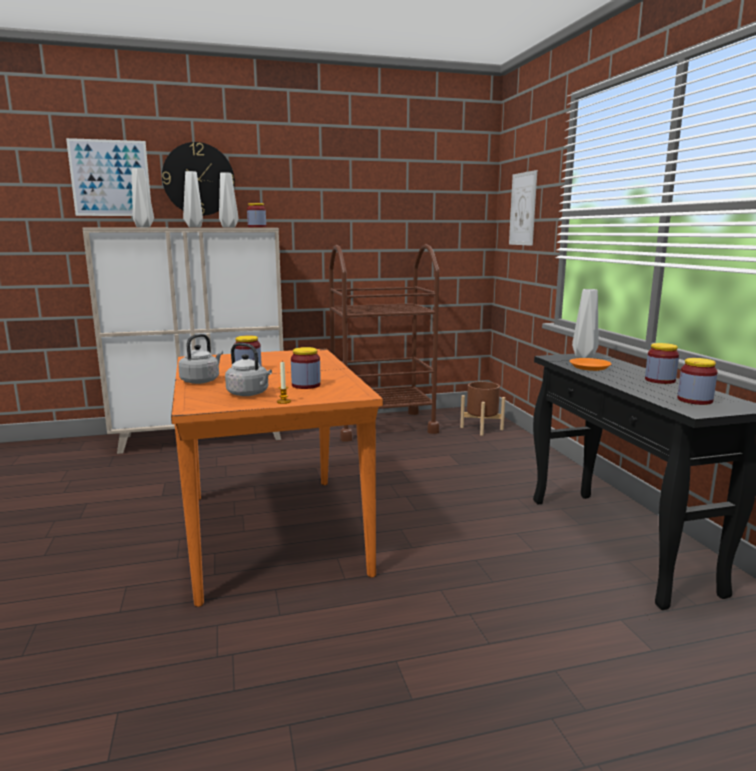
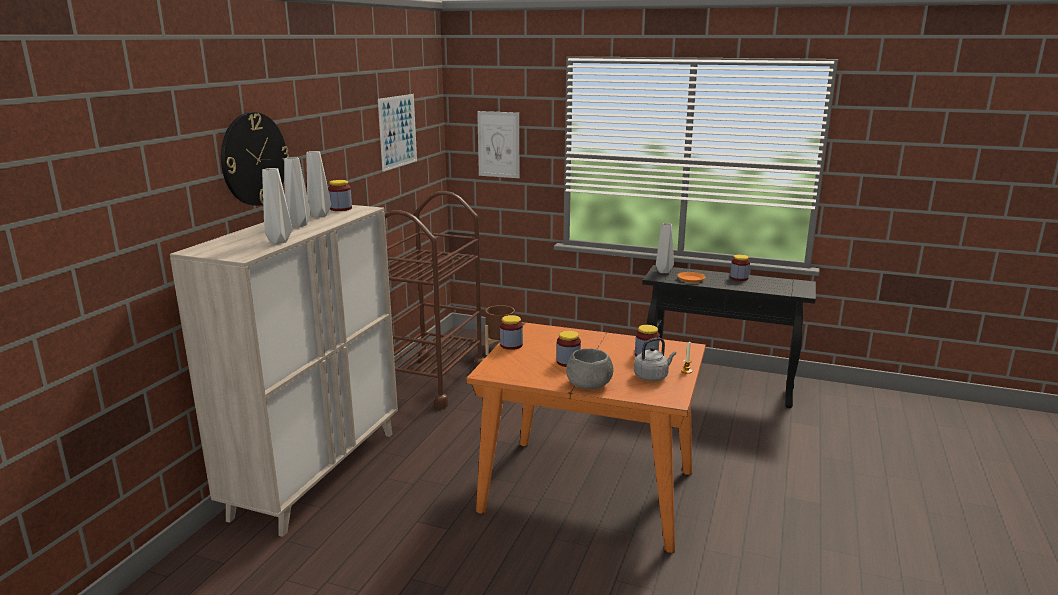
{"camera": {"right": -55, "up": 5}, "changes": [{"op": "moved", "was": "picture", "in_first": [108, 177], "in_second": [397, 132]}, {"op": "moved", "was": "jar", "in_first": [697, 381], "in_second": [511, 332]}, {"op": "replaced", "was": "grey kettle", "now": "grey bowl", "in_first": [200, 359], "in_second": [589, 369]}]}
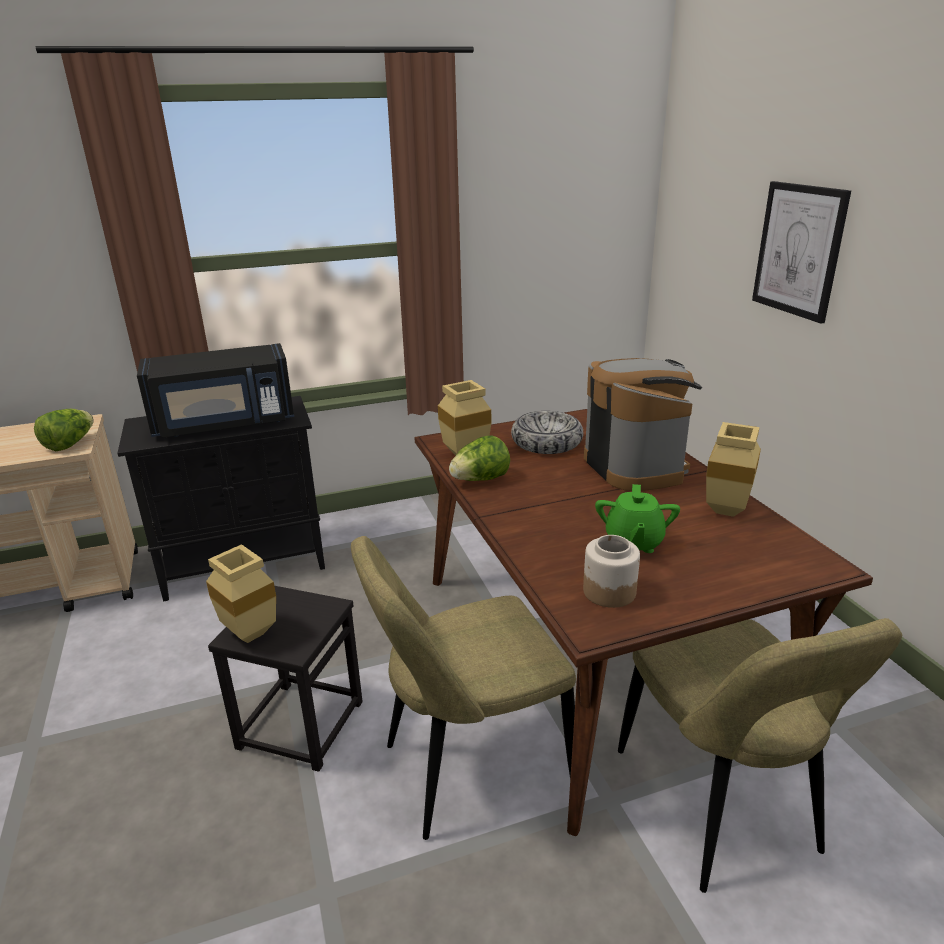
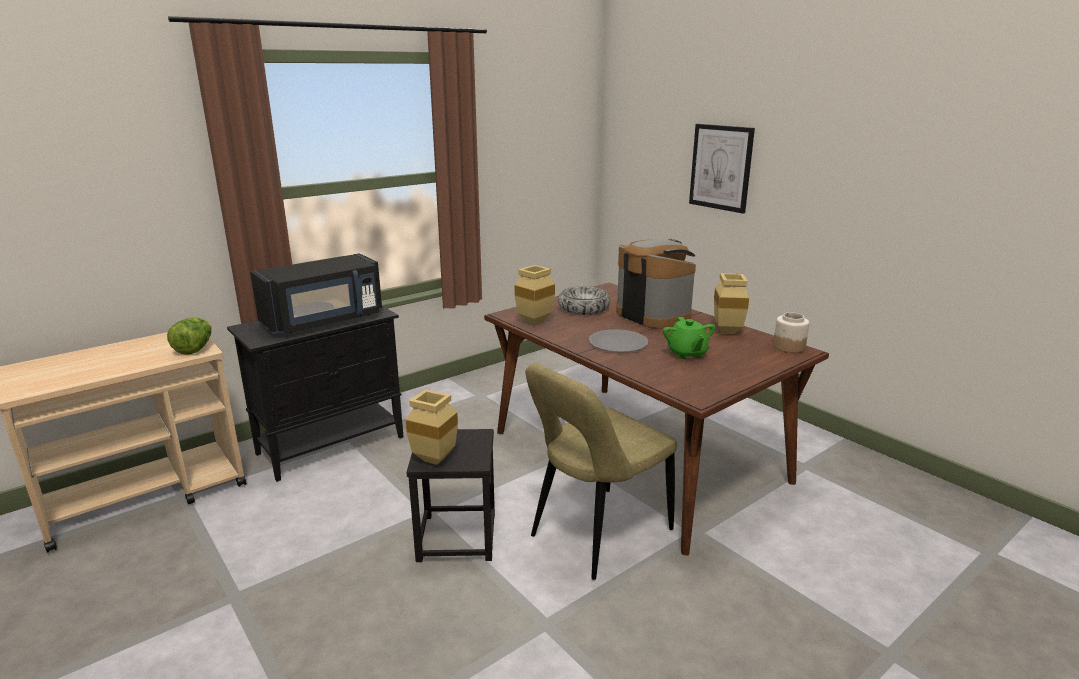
{"camera": {"right": -20, "up": -5}, "changes": [{"op": "removed", "was": "lettuce", "in_first": [479, 458]}, {"op": "removed", "was": "beige chair", "in_first": [760, 755]}, {"op": "added", "now": "grey plate", "in_second": [618, 340]}, {"op": "moved", "was": "jar", "in_first": [611, 571], "in_second": [791, 332]}]}
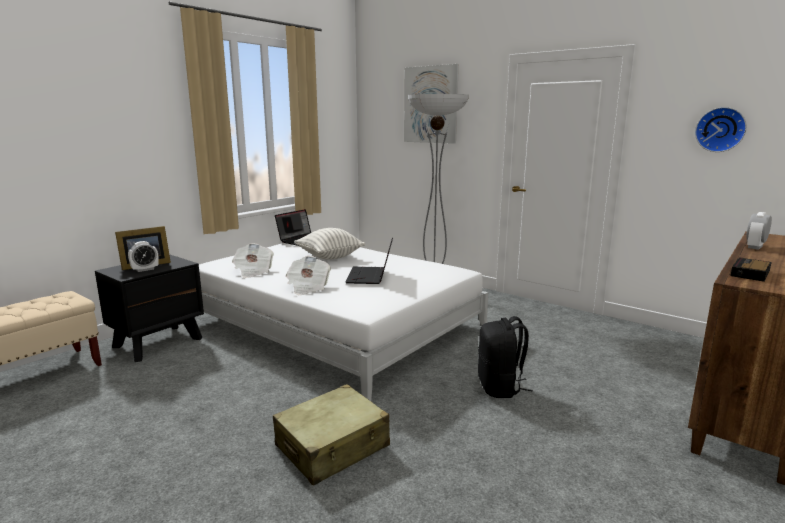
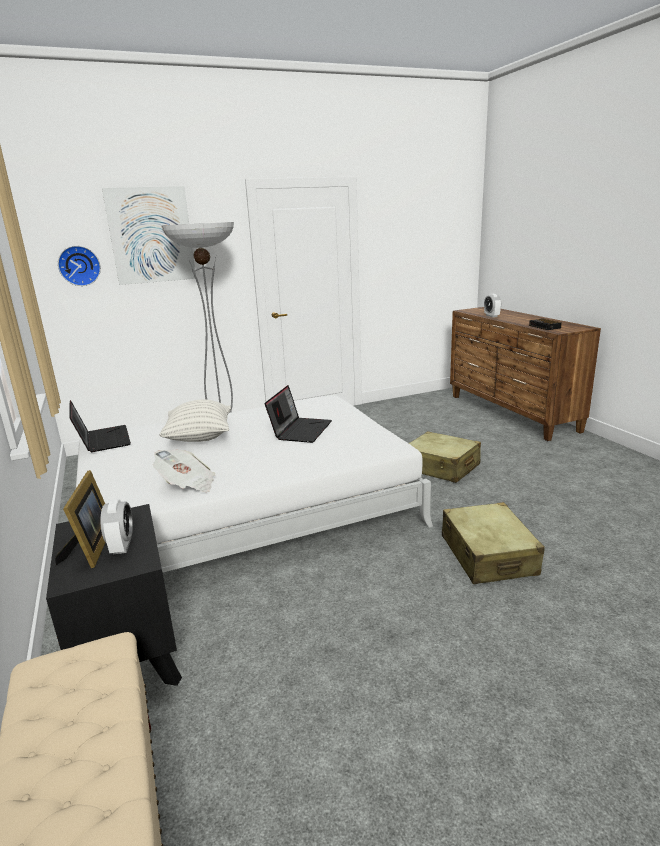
{"camera": {"right": -60, "up": 5}, "changes": [{"op": "removed", "was": "newspaper", "in_first": [308, 275]}, {"op": "moved", "was": "wall clock", "in_first": [721, 129], "in_second": [79, 266]}, {"op": "replaced", "was": "black backpack", "now": "beige suitcase", "in_first": [505, 357], "in_second": [445, 457]}, {"op": "turned", "was": "laptop", "in_first": [369, 261], "in_second": [298, 414], "clockwise": -105}]}
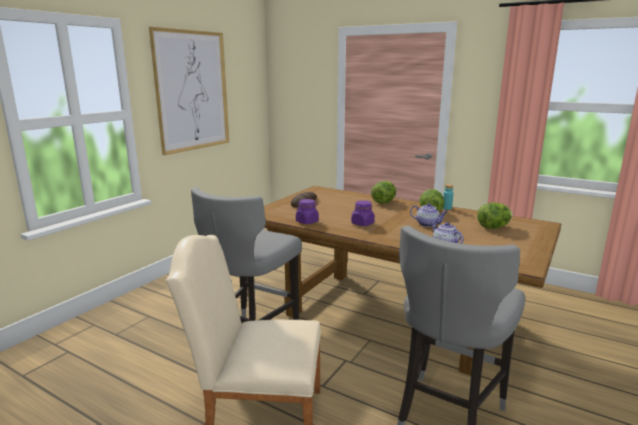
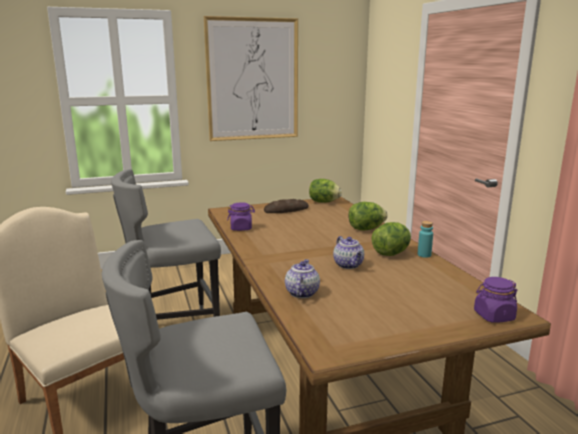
{"camera": {"right": 40, "up": 0}, "changes": [{"op": "moved", "was": "purple jar", "in_first": [363, 213], "in_second": [495, 300]}, {"op": "moved", "was": "lettuce", "in_first": [495, 215], "in_second": [325, 191]}]}
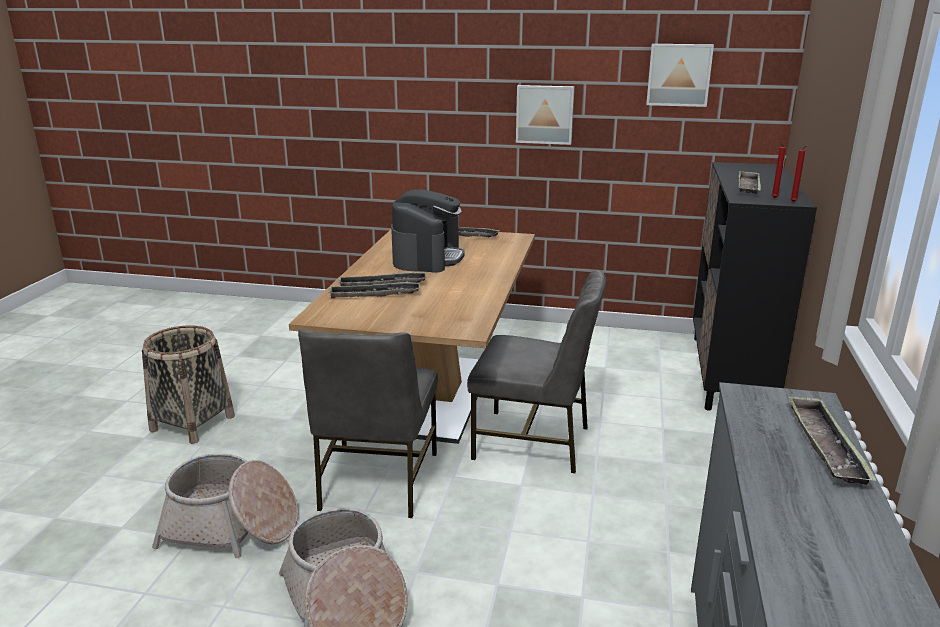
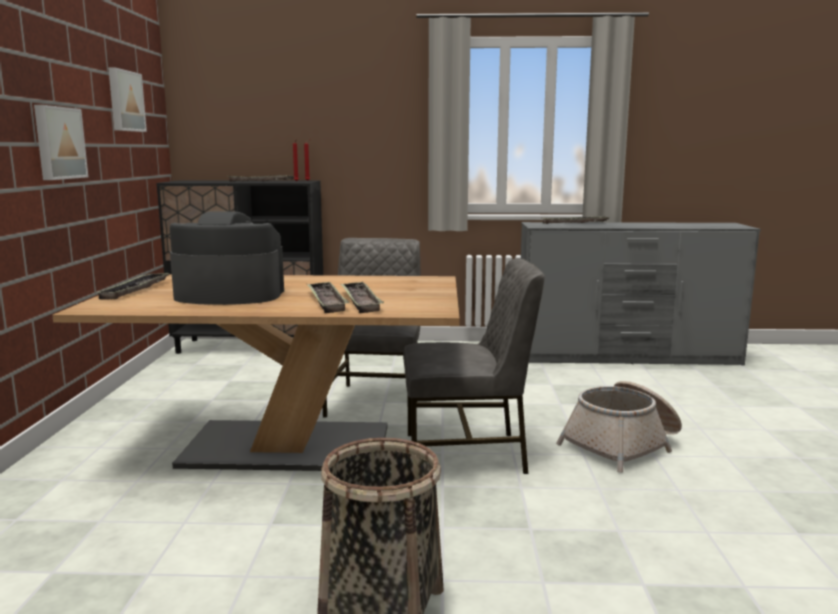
{"camera": {"right": -100, "up": -10}, "changes": [{"op": "removed", "was": "basket", "in_first": [225, 506]}]}
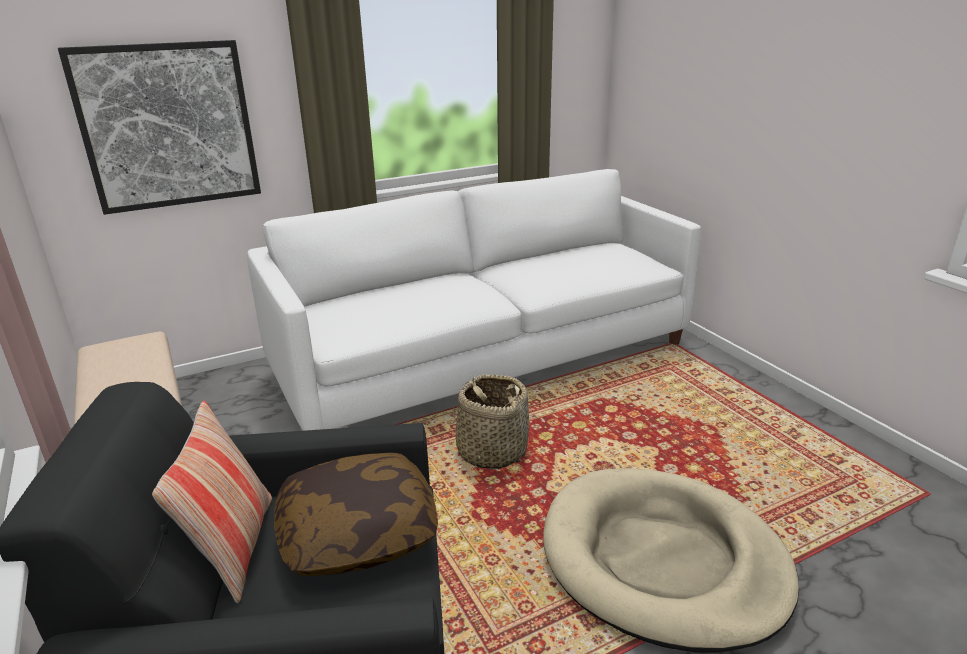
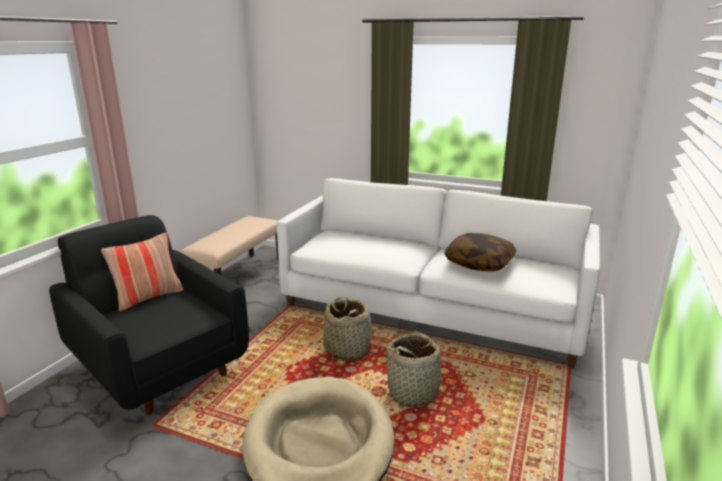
{"camera": {"right": 50, "up": -5}, "changes": [{"op": "removed", "was": "picture", "in_first": [159, 127]}, {"op": "added", "now": "basket", "in_second": [416, 369]}, {"op": "moved", "was": "pillow", "in_first": [356, 514], "in_second": [480, 252]}]}
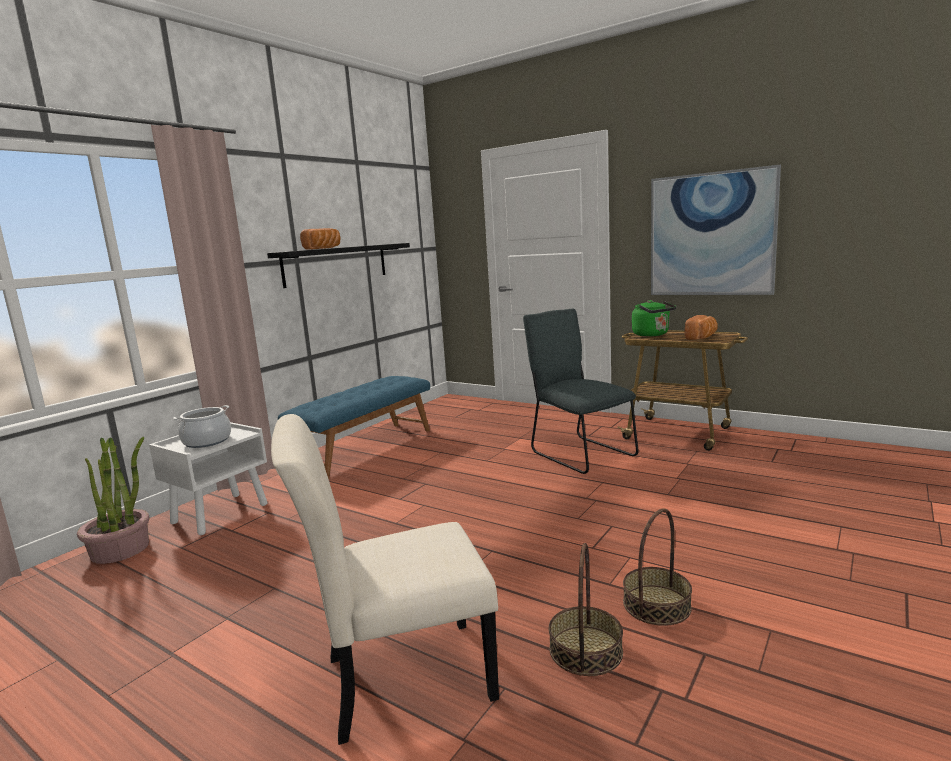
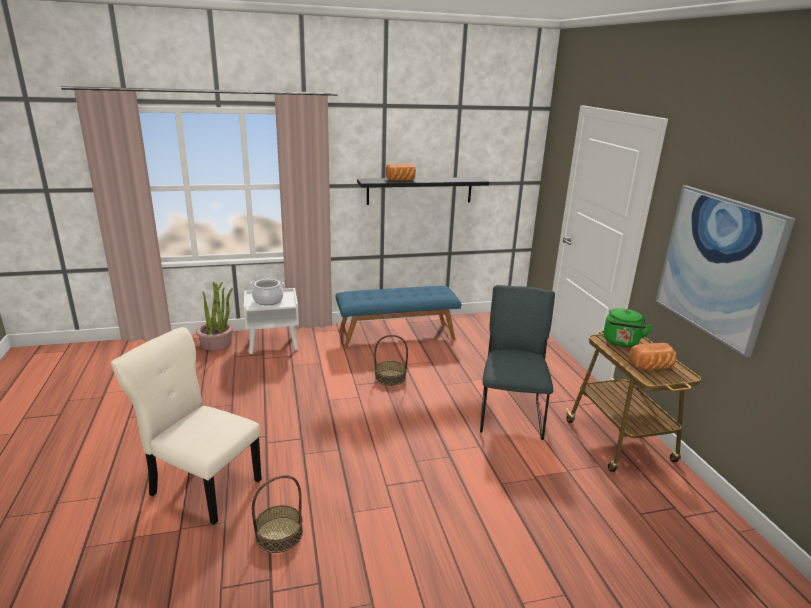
{"camera": {"right": 40, "up": 10}, "changes": [{"op": "moved", "was": "basket", "in_first": [657, 567], "in_second": [391, 360]}]}
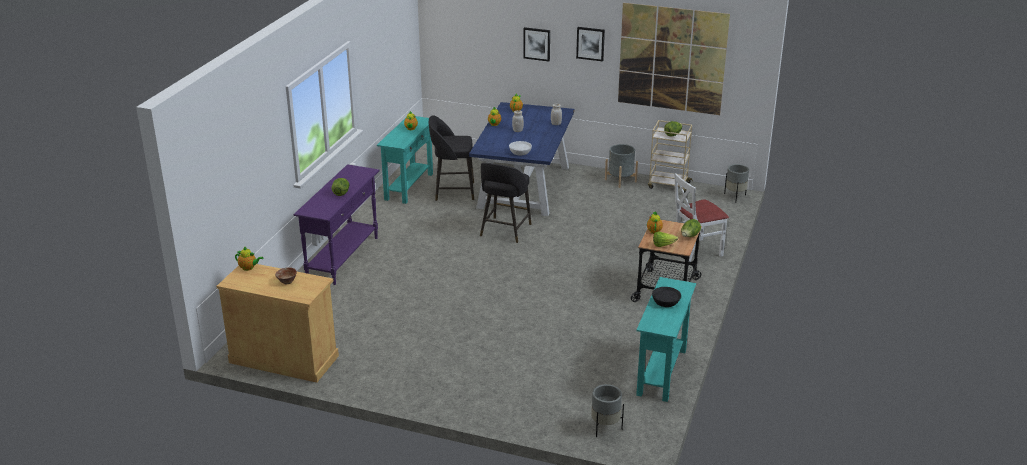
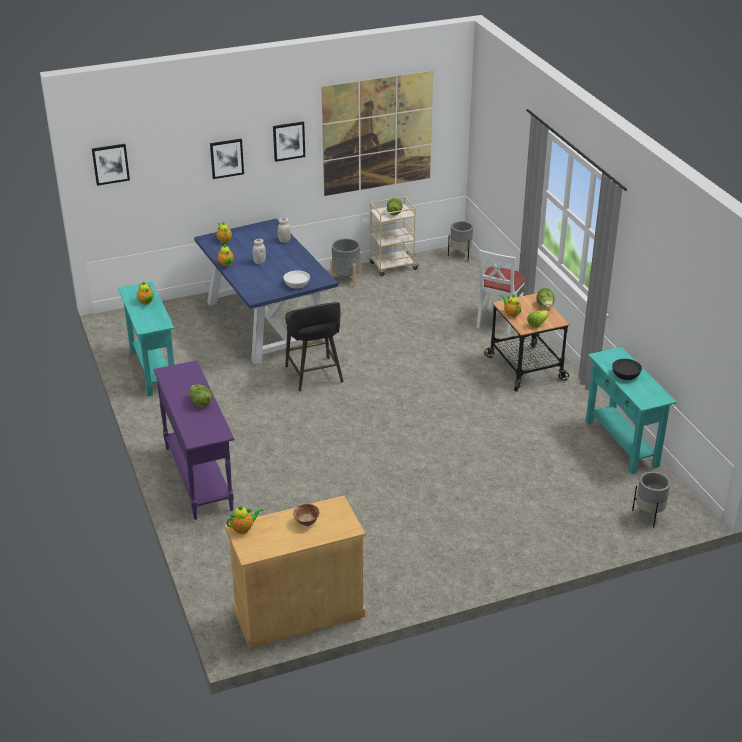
{"camera": {"right": -40, "up": 5}, "changes": [{"op": "removed", "was": "black stool", "in_first": [451, 158]}, {"op": "added", "now": "picture", "in_second": [111, 165]}]}
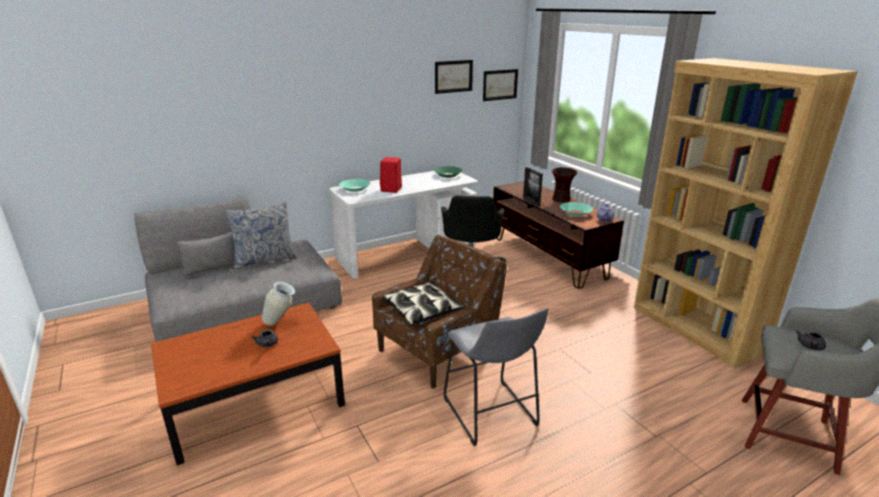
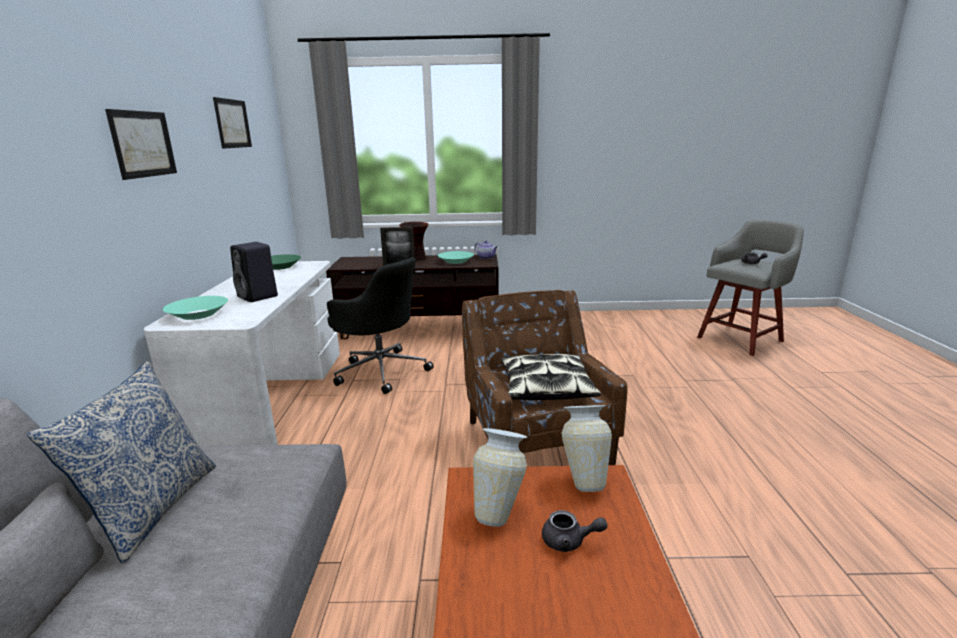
{"camera": {"right": -60, "up": -5}, "changes": [{"op": "removed", "was": "grey stool", "in_first": [496, 377]}, {"op": "removed", "was": "brown bookcase", "in_first": [746, 213]}, {"op": "added", "now": "vase", "in_second": [586, 448]}, {"op": "moved", "was": "picture", "in_first": [500, 85], "in_second": [141, 144]}, {"op": "recoloured", "was": "red speaker", "now": "black speaker", "in_first": [391, 175], "in_second": [254, 272]}]}
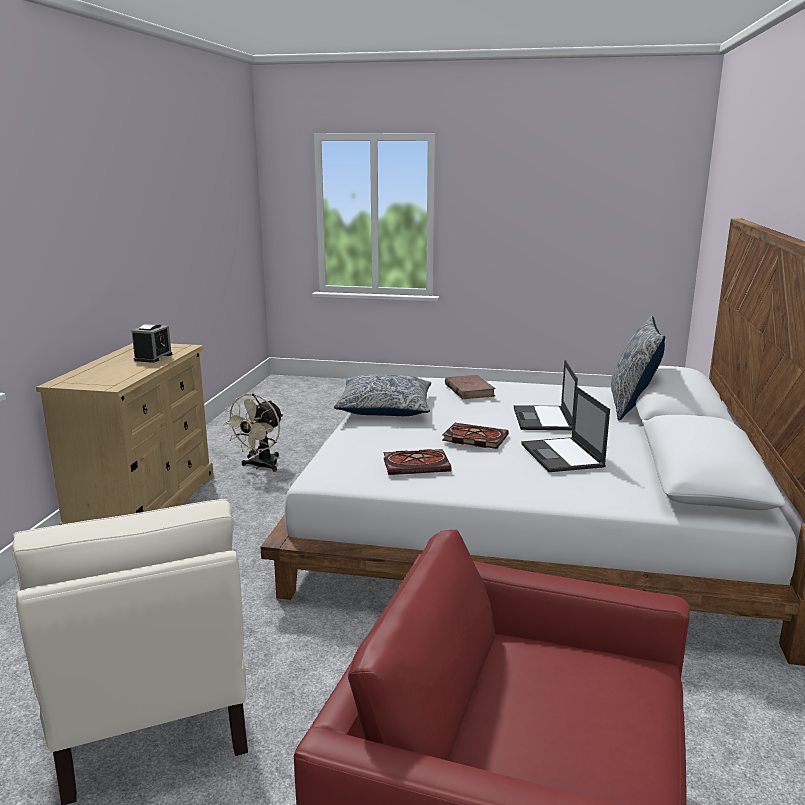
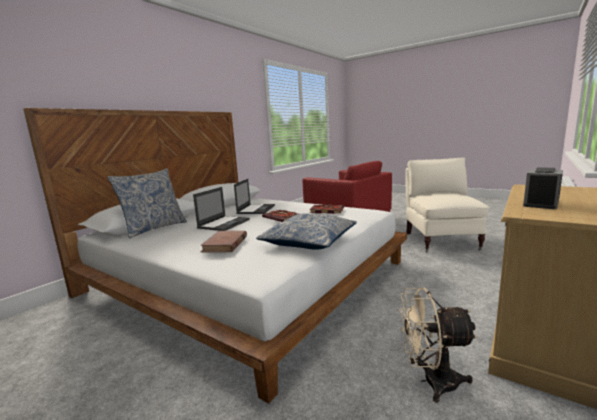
{"camera": {"right": -155, "up": -5}, "changes": [{"op": "turned", "was": "beige fan", "in_first": [253, 433], "in_second": [438, 345], "clockwise": -135}]}
